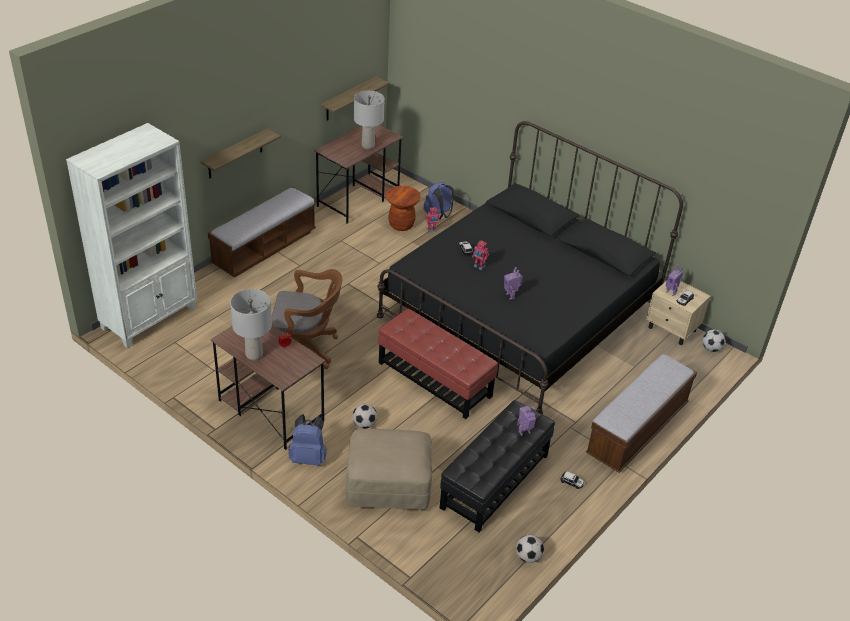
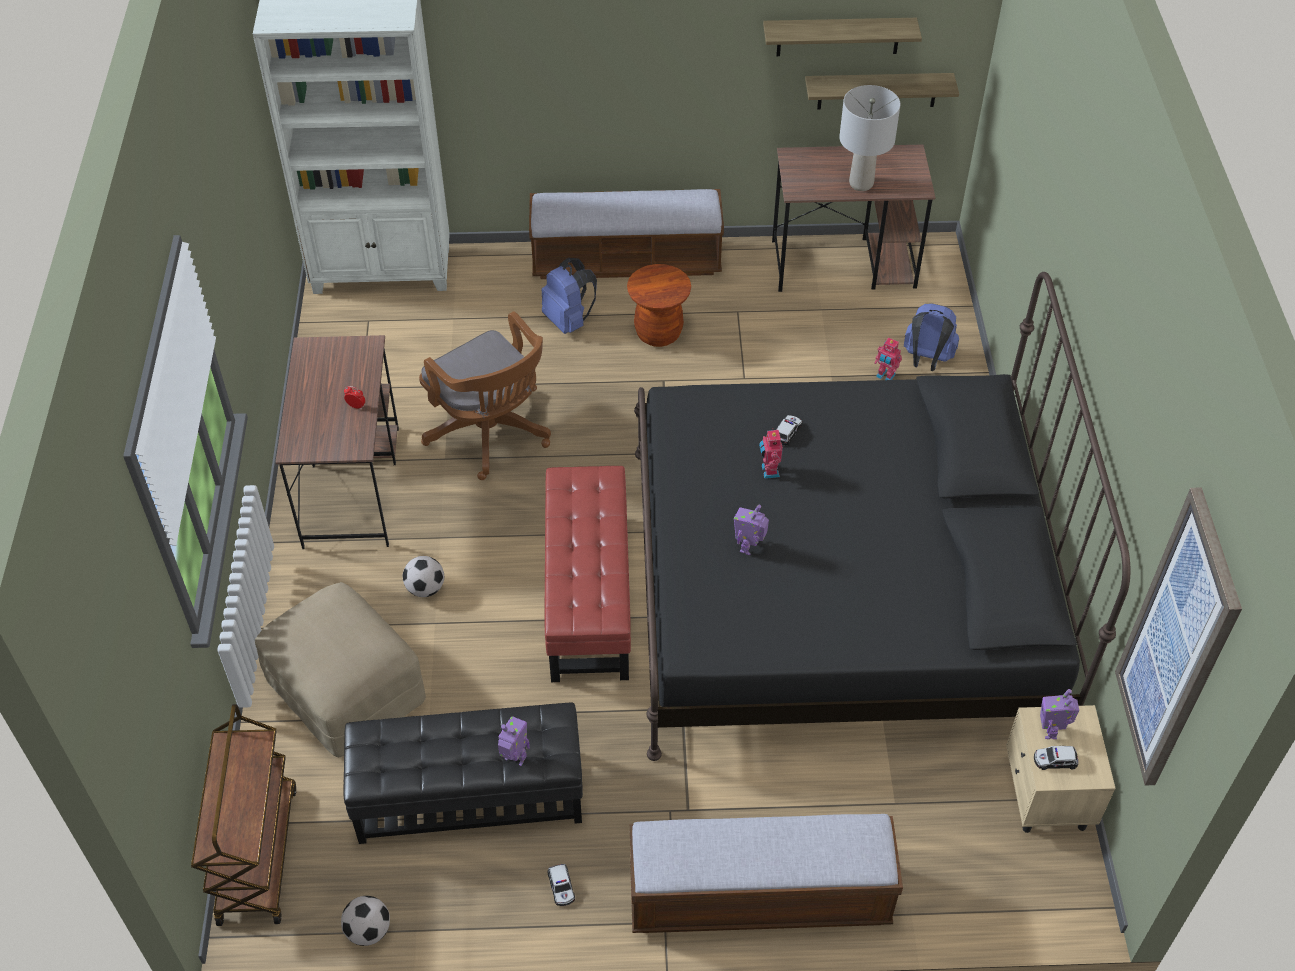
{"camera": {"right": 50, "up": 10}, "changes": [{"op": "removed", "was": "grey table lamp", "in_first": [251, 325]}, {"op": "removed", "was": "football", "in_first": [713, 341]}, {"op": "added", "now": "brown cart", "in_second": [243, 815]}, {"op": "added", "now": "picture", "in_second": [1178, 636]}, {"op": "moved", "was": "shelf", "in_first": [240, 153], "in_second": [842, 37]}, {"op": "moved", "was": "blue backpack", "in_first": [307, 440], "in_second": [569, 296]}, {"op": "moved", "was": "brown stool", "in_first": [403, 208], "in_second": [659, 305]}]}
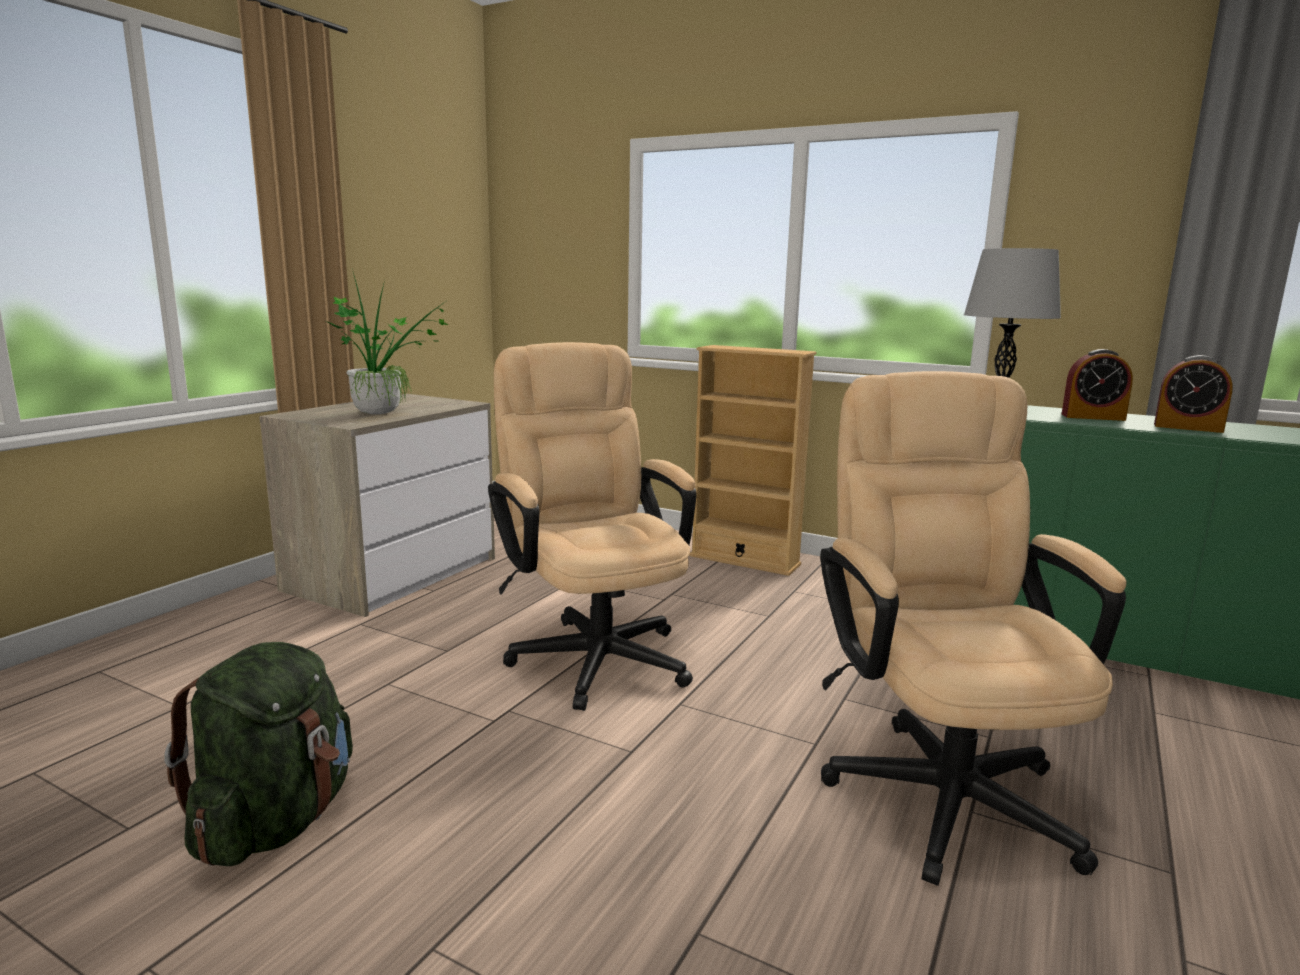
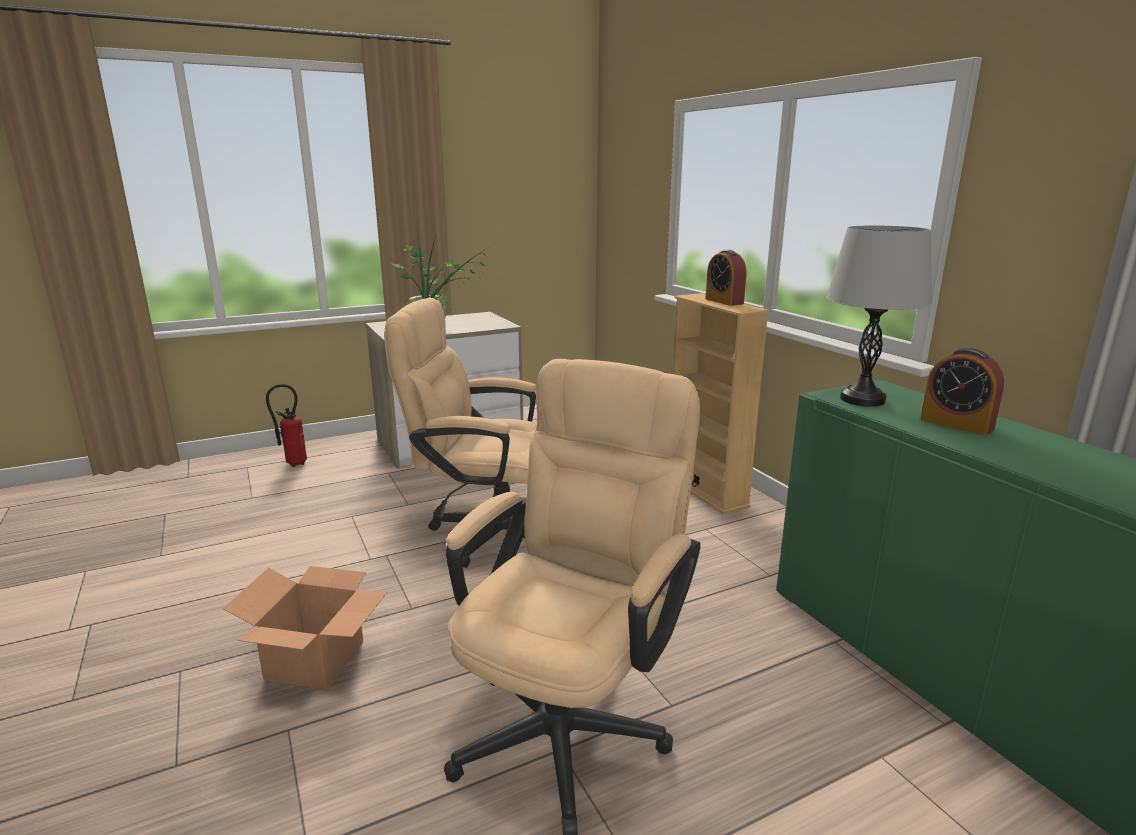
{"camera": {"right": 35, "up": 5}, "changes": [{"op": "removed", "was": "green backpack", "in_first": [258, 754]}, {"op": "added", "now": "cardboard box", "in_second": [305, 628]}, {"op": "added", "now": "fire extinguisher", "in_second": [286, 425]}, {"op": "moved", "was": "alarm clock", "in_first": [1193, 394], "in_second": [725, 278]}, {"op": "turned", "was": "beige office chair", "in_first": [592, 526], "in_second": [460, 433], "clockwise": -90}]}
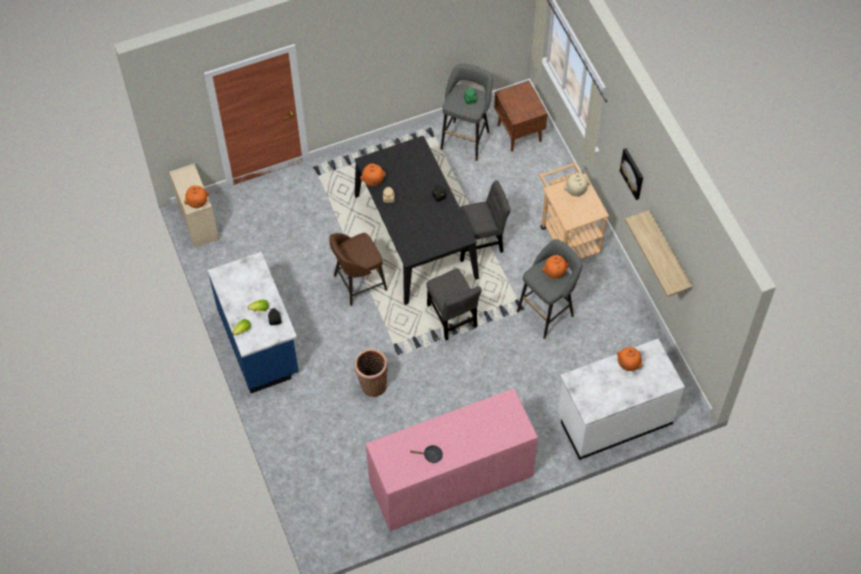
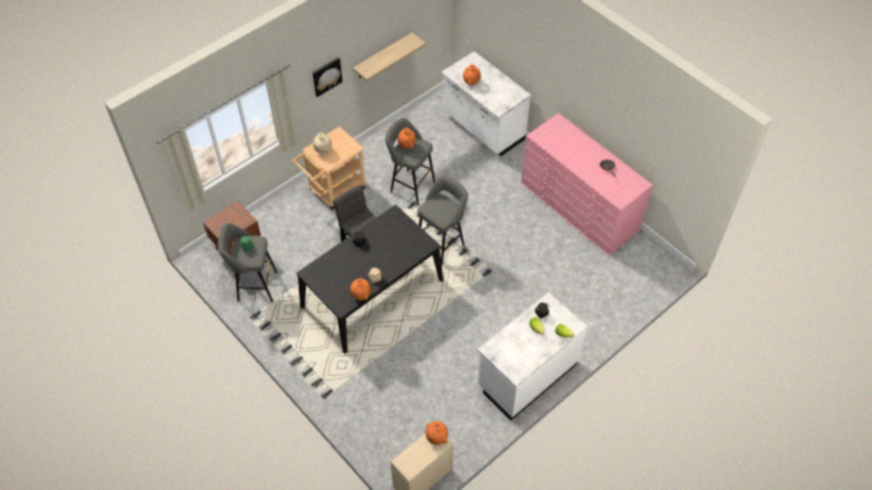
{"camera": {"right": -110, "up": -5}, "changes": [{"op": "removed", "was": "brown stool", "in_first": [358, 269]}, {"op": "removed", "was": "basket", "in_first": [371, 372]}, {"op": "replaced", "was": "grey chair", "now": "grey stool", "in_first": [454, 304], "in_second": [443, 220]}, {"op": "recoloured", "was": "blue counter", "now": "white counter", "in_first": [253, 322], "in_second": [532, 356]}]}
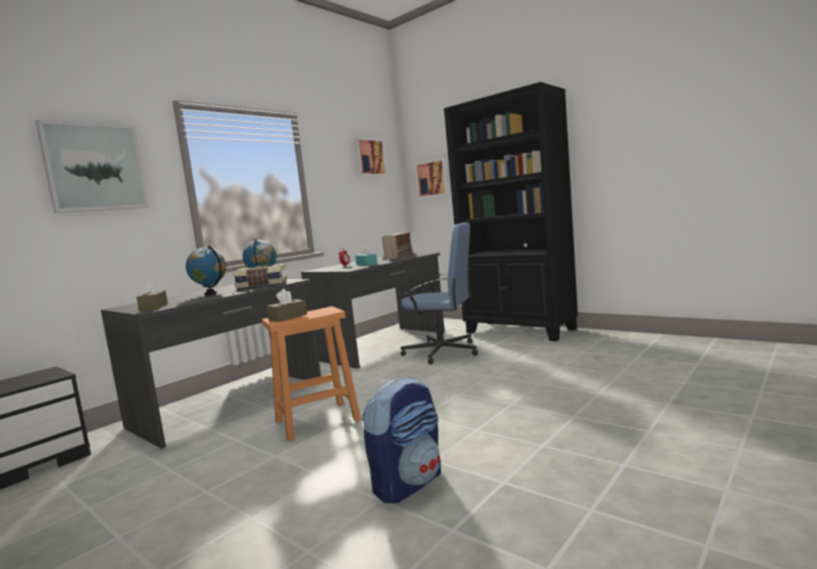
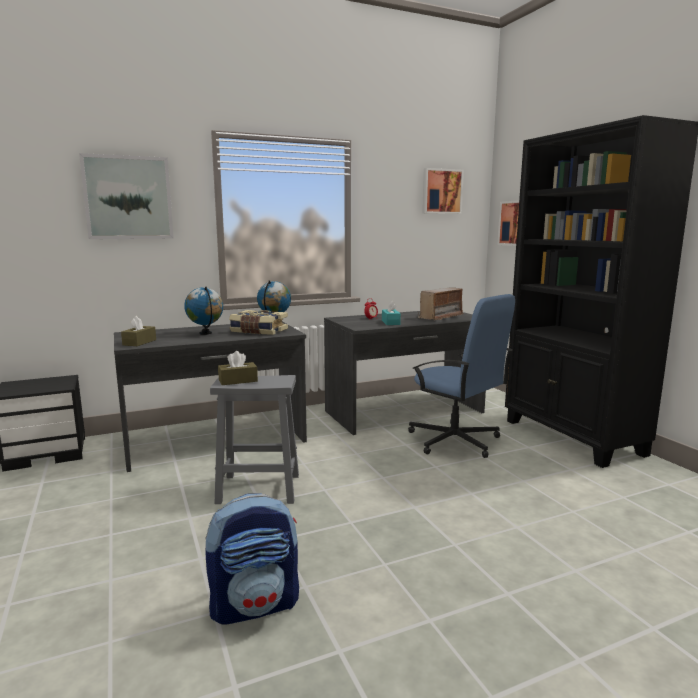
{"camera": {"right": 25, "up": 5}, "changes": [{"op": "recoloured", "was": "orange stool", "now": "grey stool", "in_first": [311, 373], "in_second": [254, 439]}]}
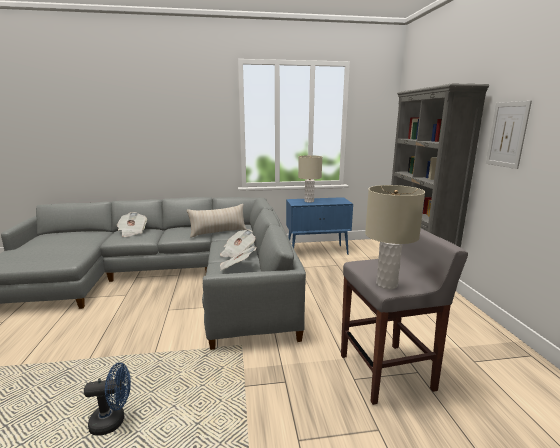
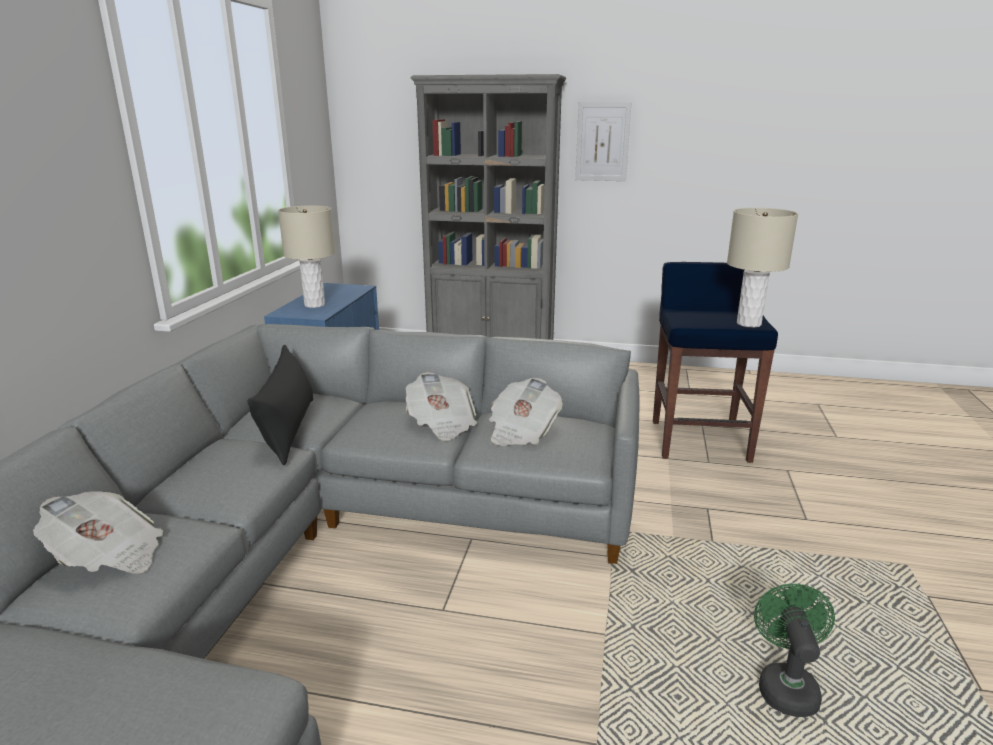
{"camera": {"right": -70, "up": 5}, "changes": [{"op": "recoloured", "was": "blue fan", "now": "green fan", "in_first": [107, 399], "in_second": [794, 650]}, {"op": "recoloured", "was": "beige pillow", "now": "black pillow", "in_first": [217, 221], "in_second": [280, 405]}, {"op": "recoloured", "was": "grey stool", "now": "blue stool", "in_first": [404, 317], "in_second": [715, 362]}]}
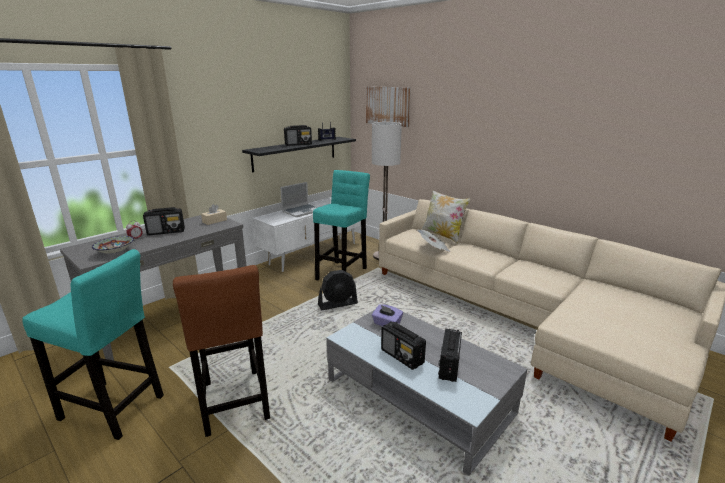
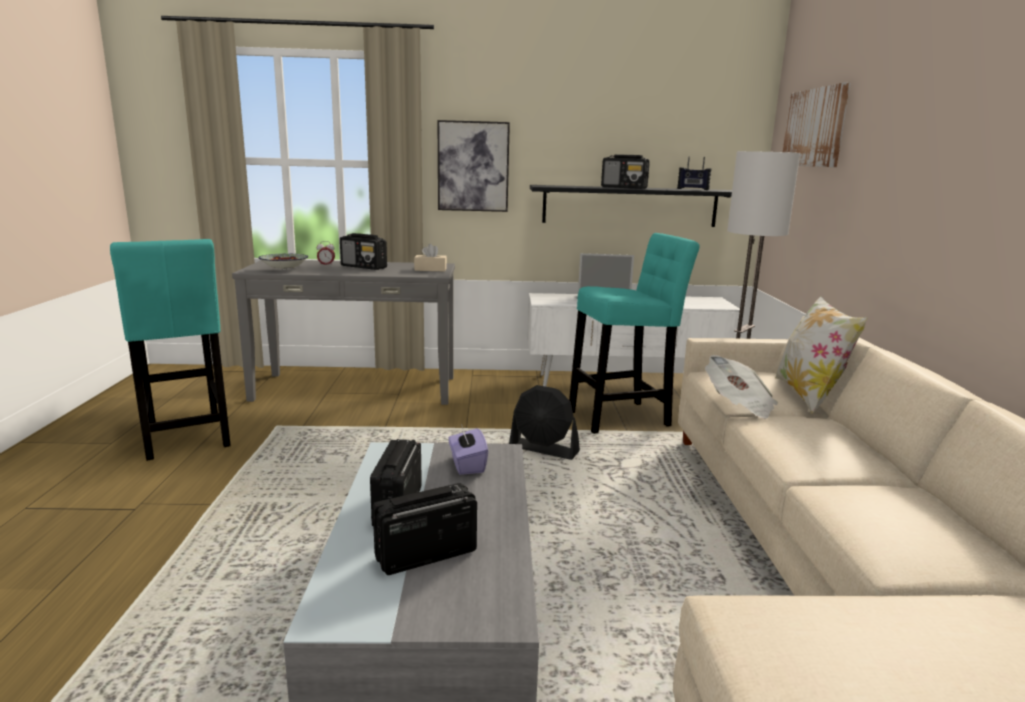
{"camera": {"right": 45, "up": -5}, "changes": [{"op": "removed", "was": "brown stool", "in_first": [221, 351]}, {"op": "added", "now": "picture", "in_second": [474, 166]}]}
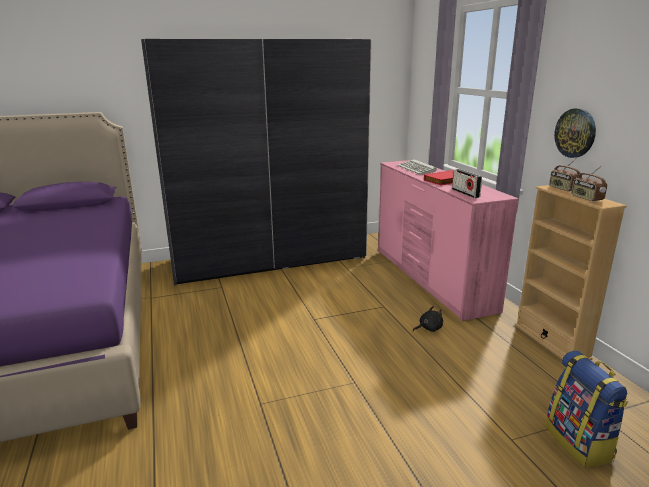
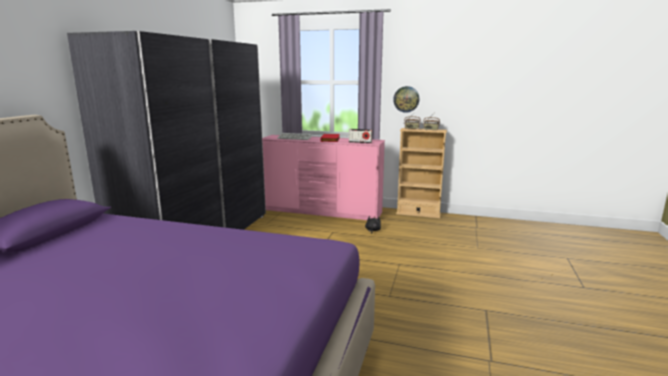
{"camera": {"right": -55, "up": -5}, "changes": [{"op": "removed", "was": "backpack", "in_first": [586, 409]}]}
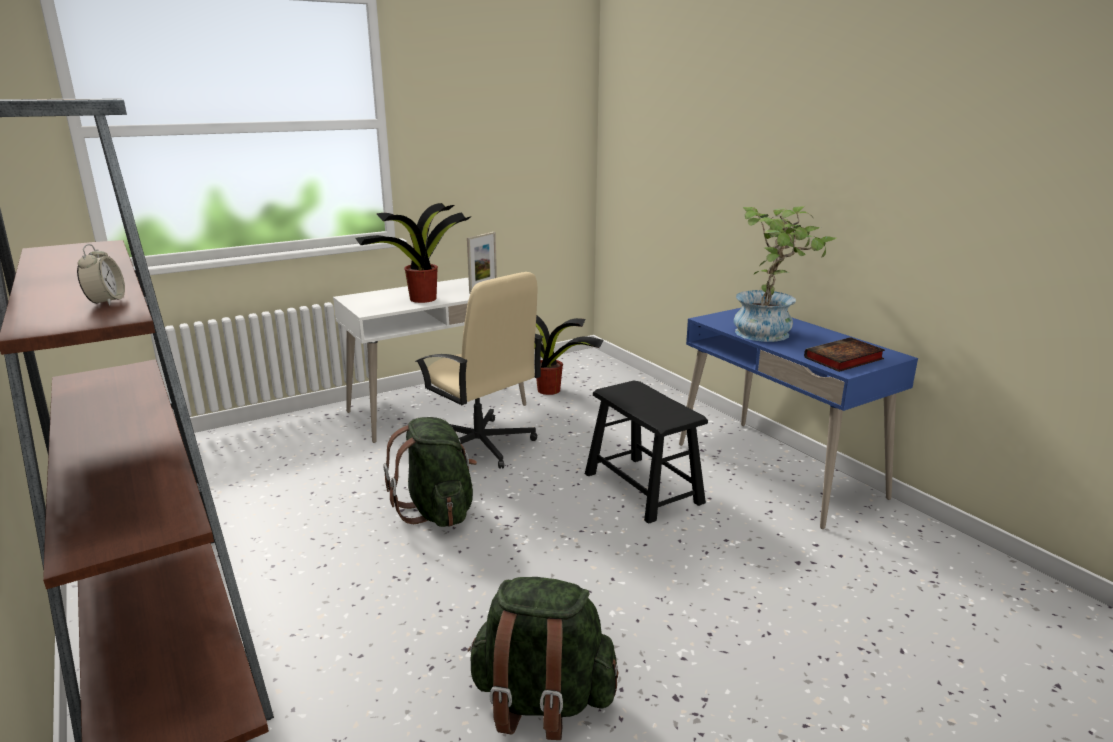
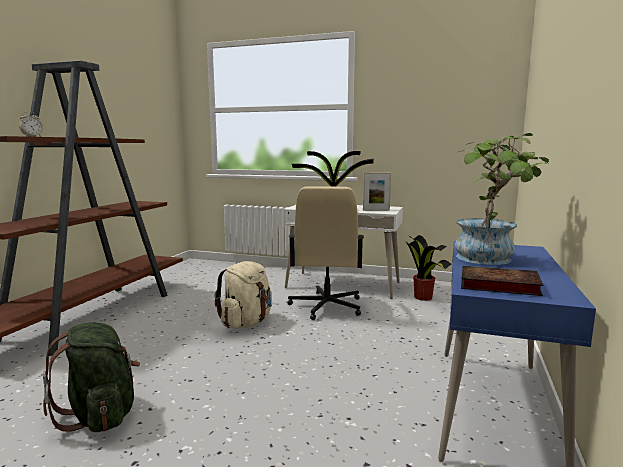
{"camera": {"right": 50, "up": -10}, "changes": [{"op": "removed", "was": "black stool", "in_first": [646, 452]}, {"op": "recoloured", "was": "green backpack", "now": "beige backpack", "in_first": [430, 472], "in_second": [243, 294]}]}
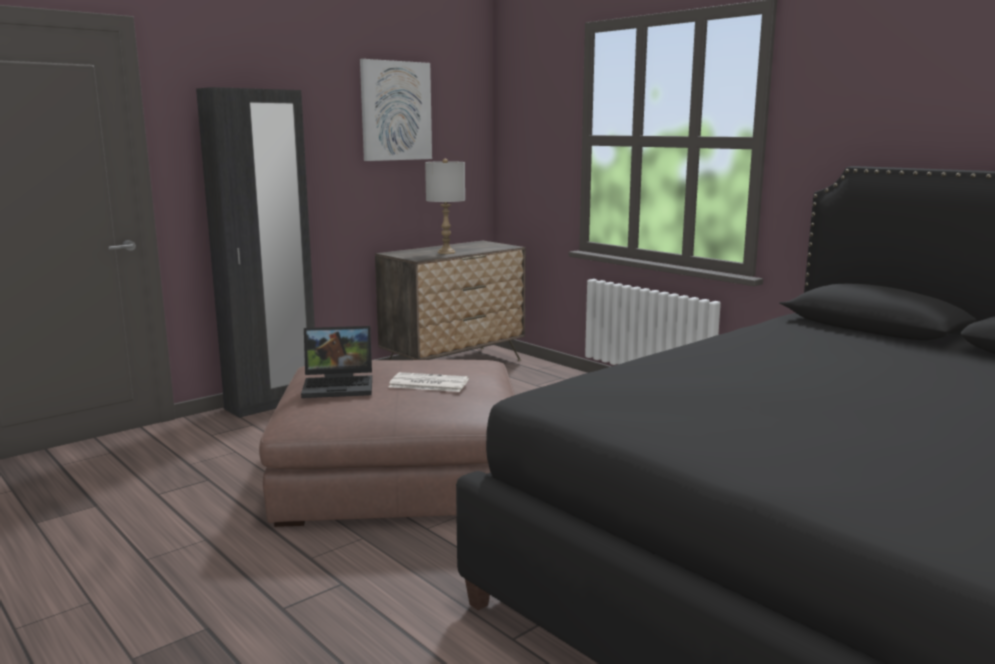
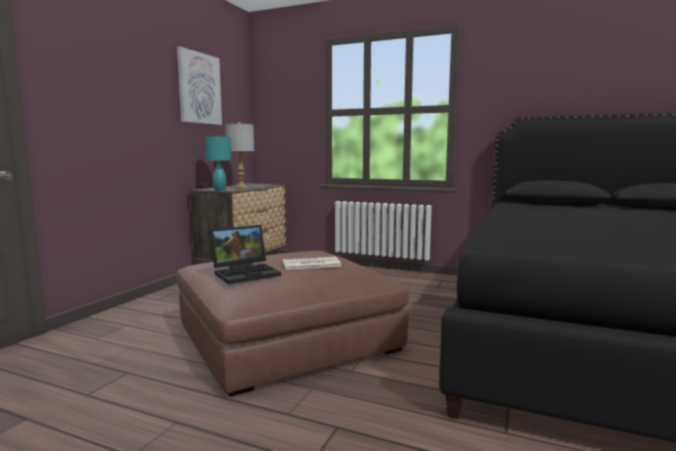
{"camera": {"right": -25, "up": -5}, "changes": [{"op": "removed", "was": "black wardrobe", "in_first": [255, 252]}, {"op": "added", "now": "turquoise table lamp", "in_second": [218, 163]}]}
